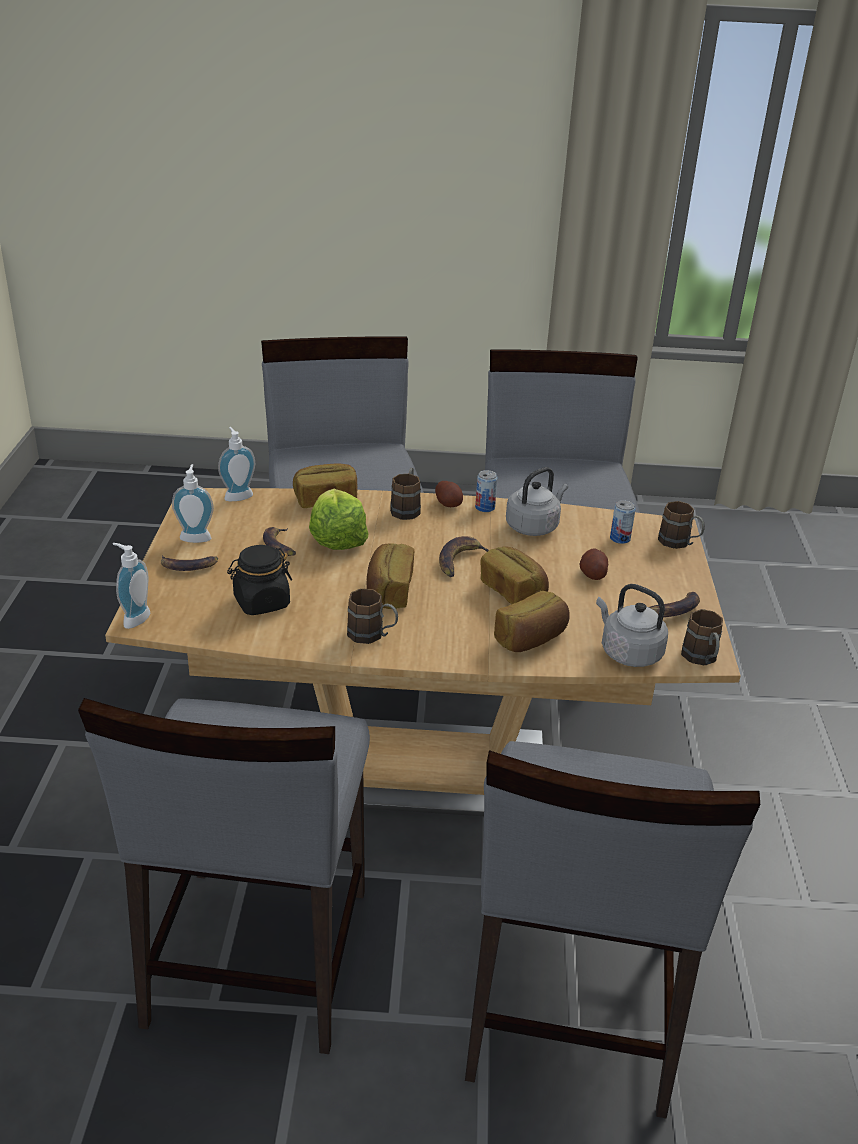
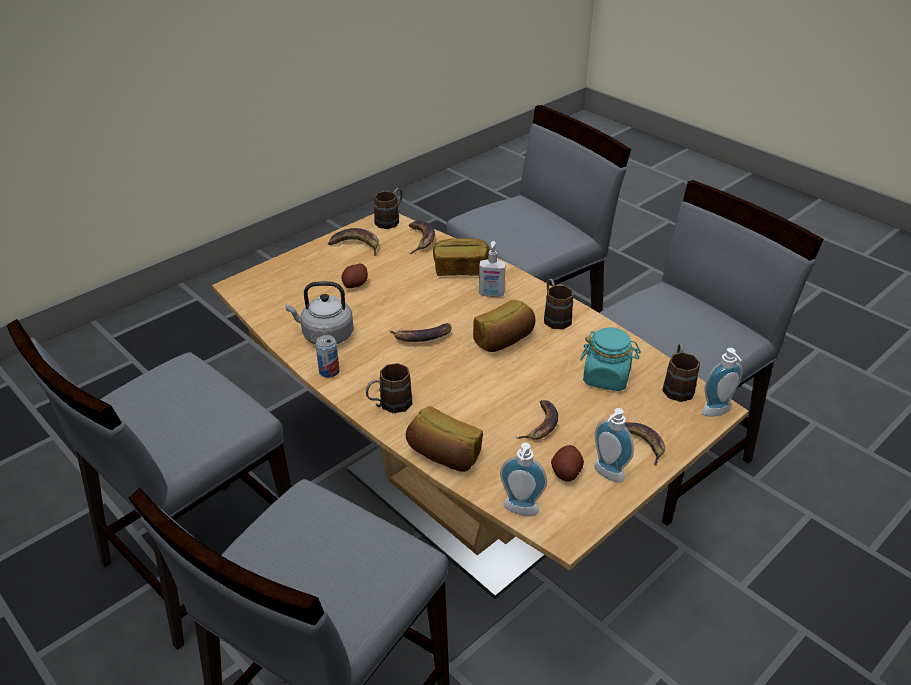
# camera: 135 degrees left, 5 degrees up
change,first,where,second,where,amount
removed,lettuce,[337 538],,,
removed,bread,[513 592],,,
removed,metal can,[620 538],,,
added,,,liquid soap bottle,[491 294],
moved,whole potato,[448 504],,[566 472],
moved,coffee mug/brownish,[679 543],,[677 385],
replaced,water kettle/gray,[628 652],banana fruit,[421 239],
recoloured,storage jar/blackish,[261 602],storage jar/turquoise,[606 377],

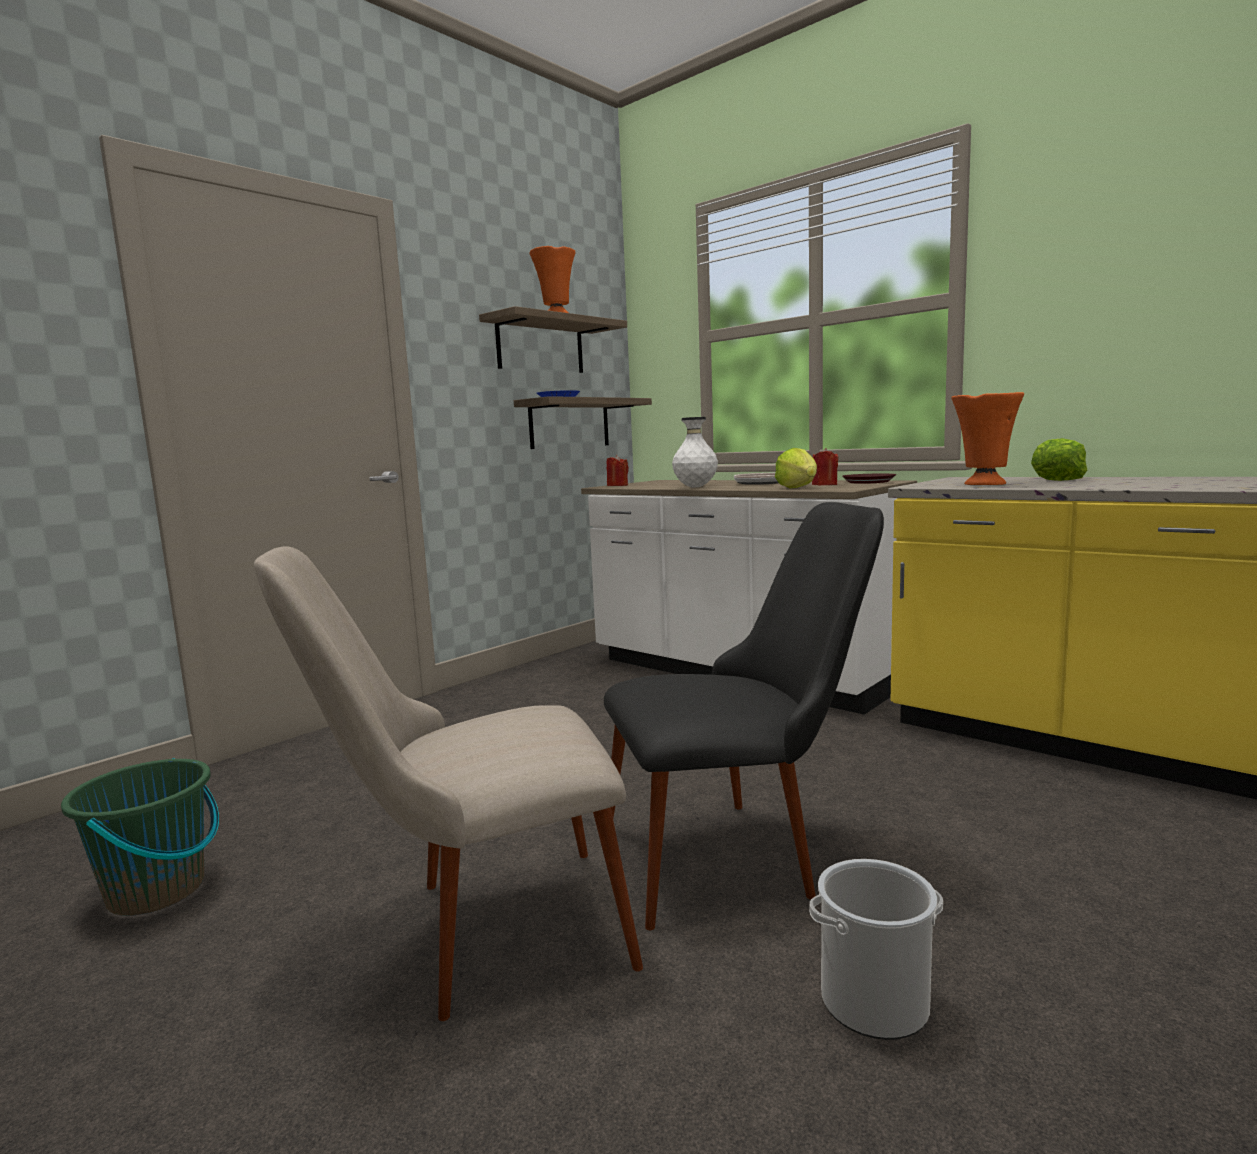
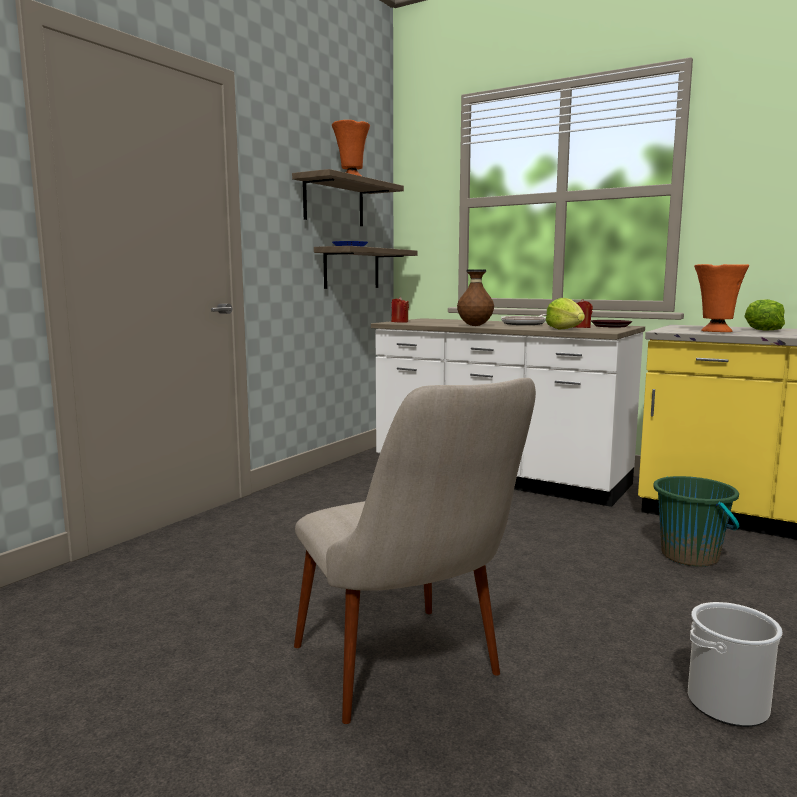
# camera: 10 degrees left, 0 degrees up
change,first,where,second,where,amount
removed,upright chair/blackish,[738 852],,,
moved,pail/greenish,[157 891],,[690 556],
recoloured,vase/white-coloured,[695 487],vase/brownish,[475 326],
turned,upright chair/beige-coloured,[478 934],,[410 678],90 degrees counterclockwise

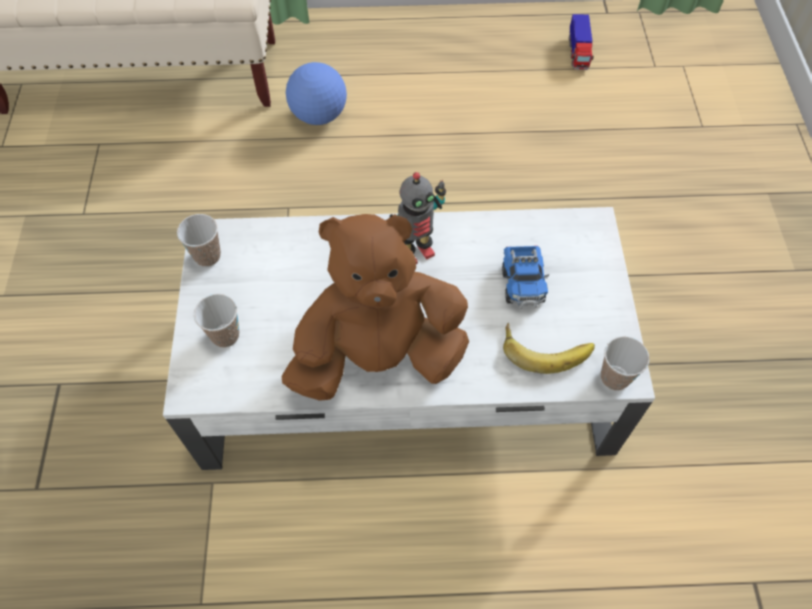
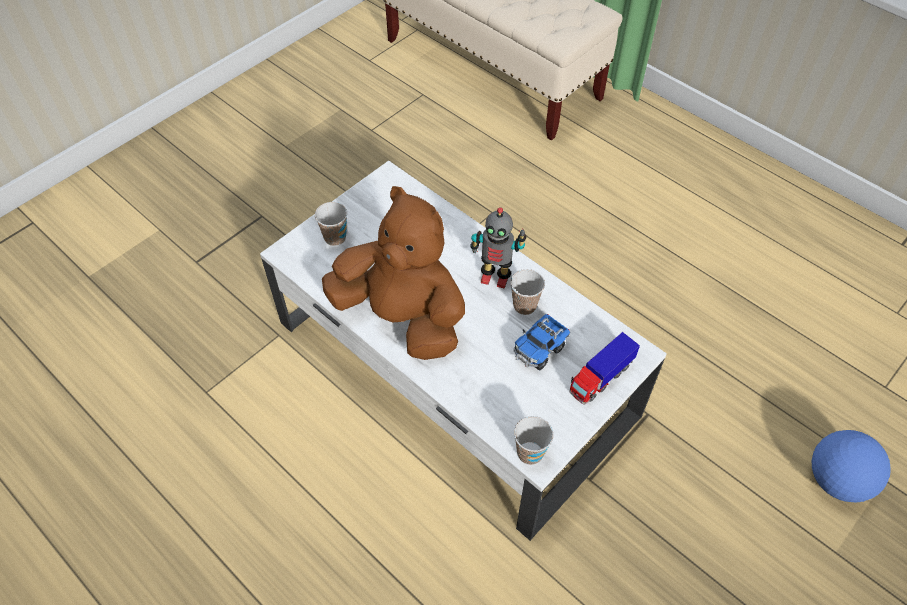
# camera: 45 degrees right, 5 degrees down
change,first,where,second,where,amount
removed,banana fruit,[546 347],,,
moved,cup,[207 256],,[524 306],
moved,football ball,[319 115],,[836 480],
moved,toy lorry,[578 53],,[600 378],

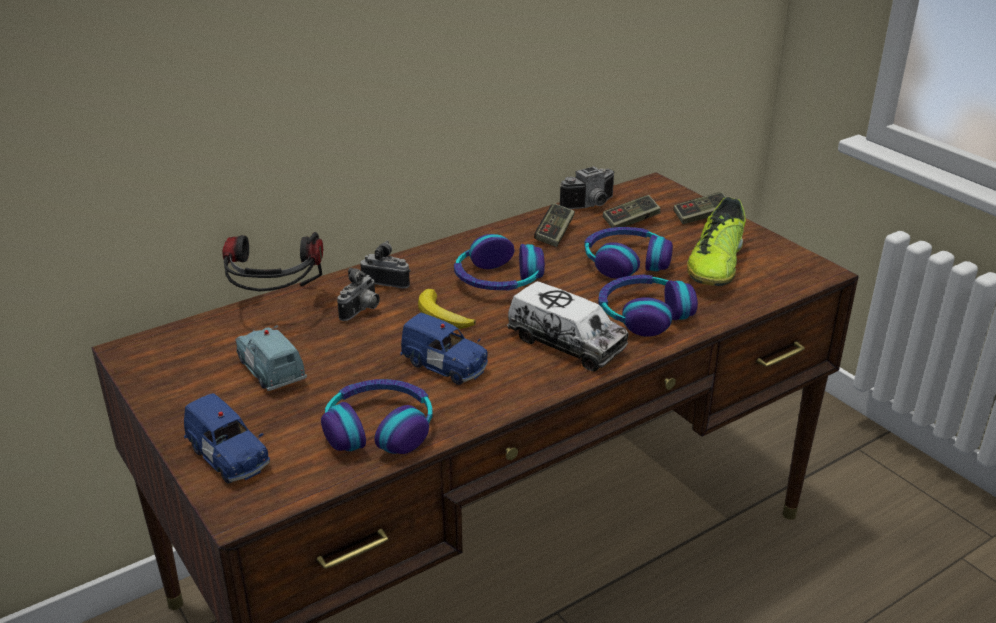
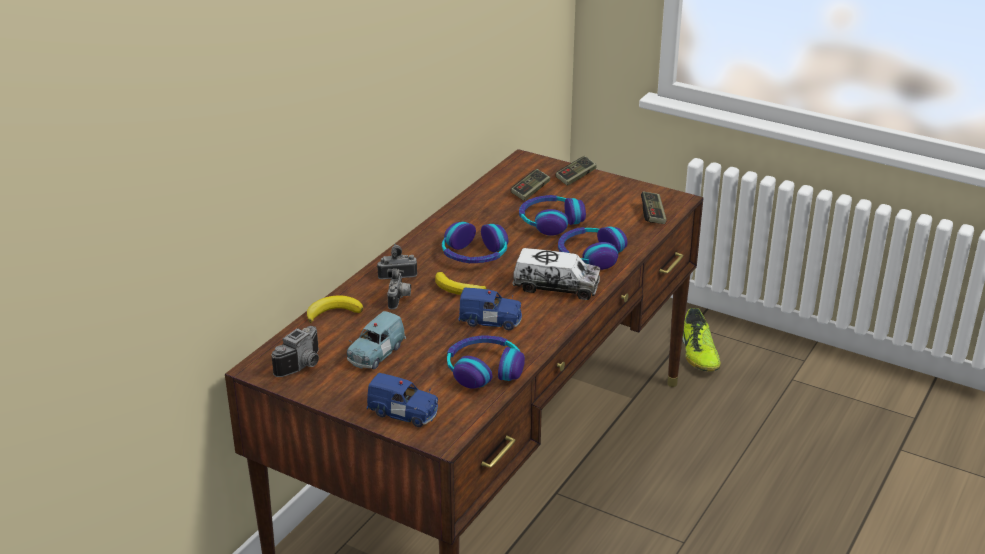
# camera: 25 degrees left, 0 degrees up
change,first,where,second,where,amount
moved,joypad,[554 234],,[653 214],
moved,still camera,[592 205],,[303 366],
moved,item of footwear,[715 265],,[698 354],
replaced,headset,[275 307],banana fruit,[333 312],
turned,model car/blue,[271 370],,[375 354],90 degrees counterclockwise

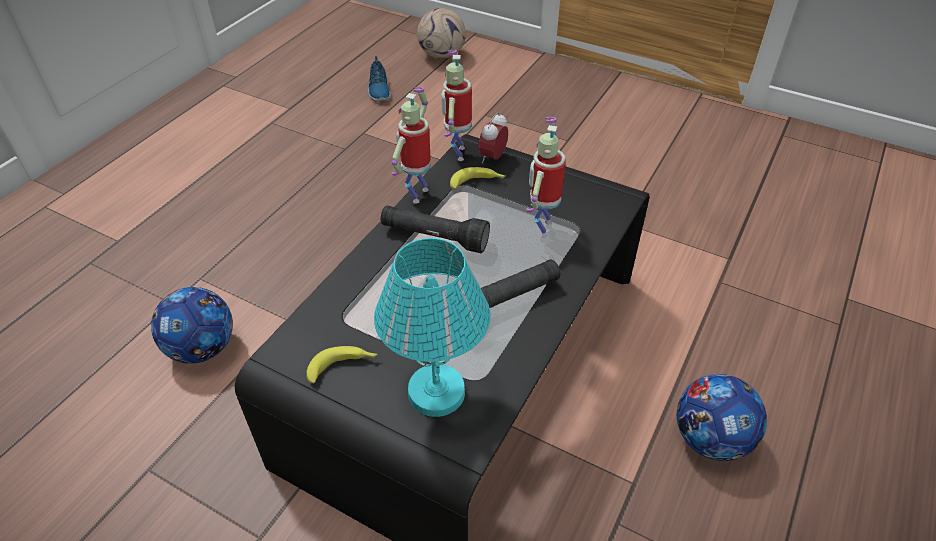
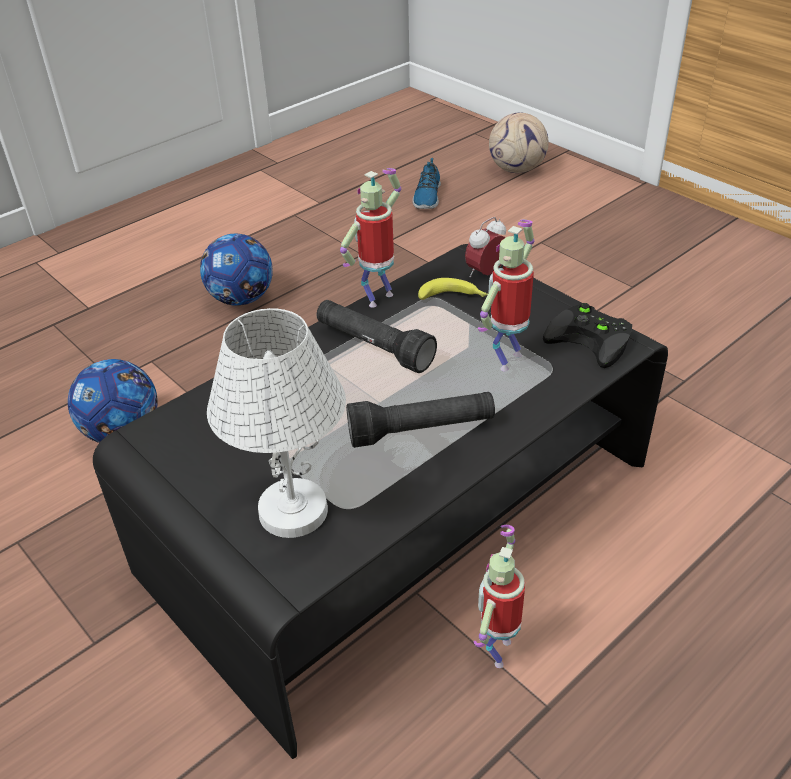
# camera: 20 degrees right, 5 degrees down
change,first,where,second,where,amount
removed,banana fruit,[343 367],,,
added,,,joypad/blackish,[593 339],
moved,toy robot,[457 153],,[497 650],
moved,football ball,[710 439],,[241 299],
recoloured,tabletop lamp/turquoise,[437 392],tabletop lamp/white-coloured,[294 511],

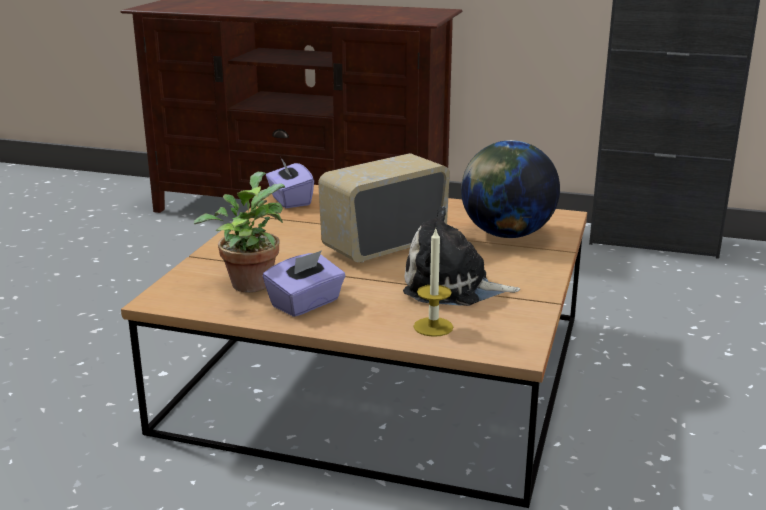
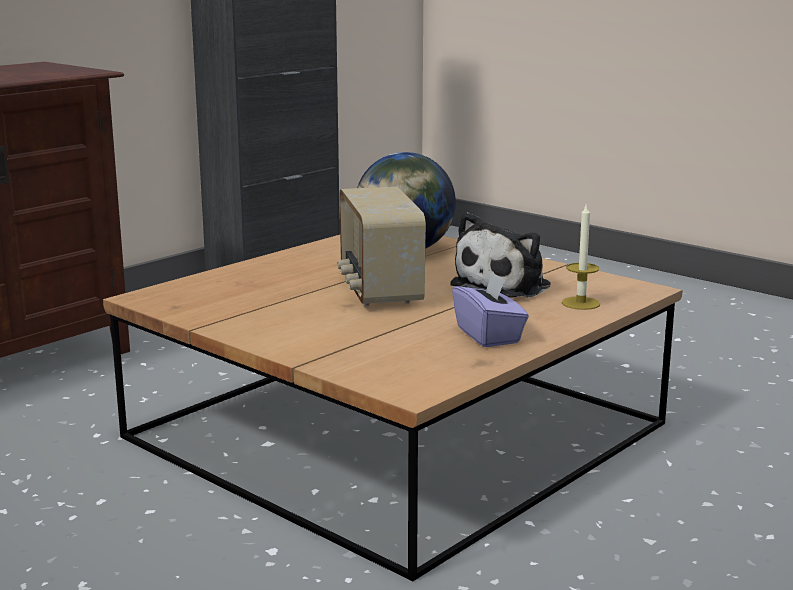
# camera: 65 degrees left, 5 degrees down
change,first,where,second,where,amount
removed,houseplant,[250 282],,,
removed,tissue box/purple,[290 200],,,

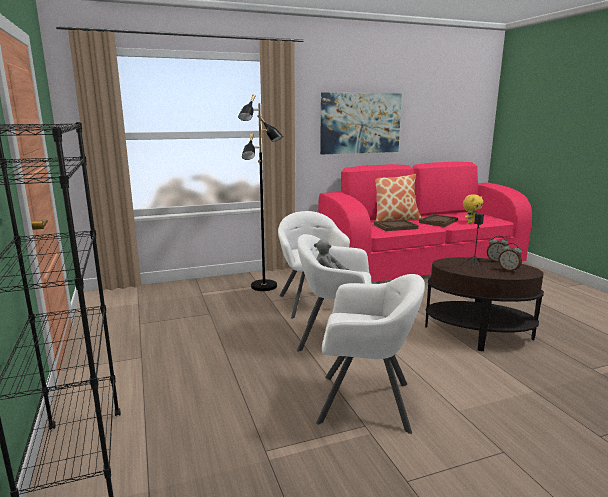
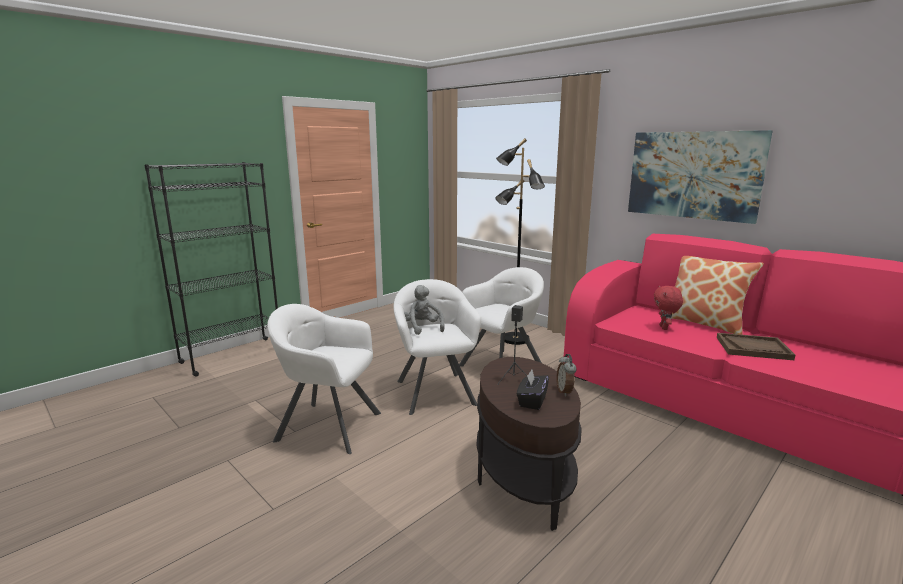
# camera: 65 degrees right, 0 degrees up
change,first,where,second,where,amount
removed,cuddly toy/yellow-coloured,[470 222],,,
replaced,carrying tray/brownish,[395 226],cuddly toy/reddish,[664 328],
replaced,alarm clock,[509 270],tissue box/blackish,[532 401],
turned,lounge chair/white-coloured,[365 402],,[328 426],120 degrees clockwise

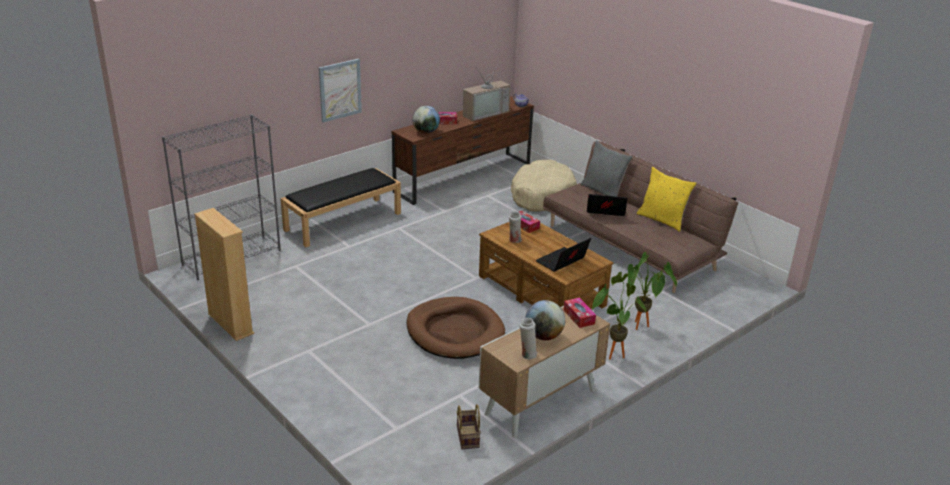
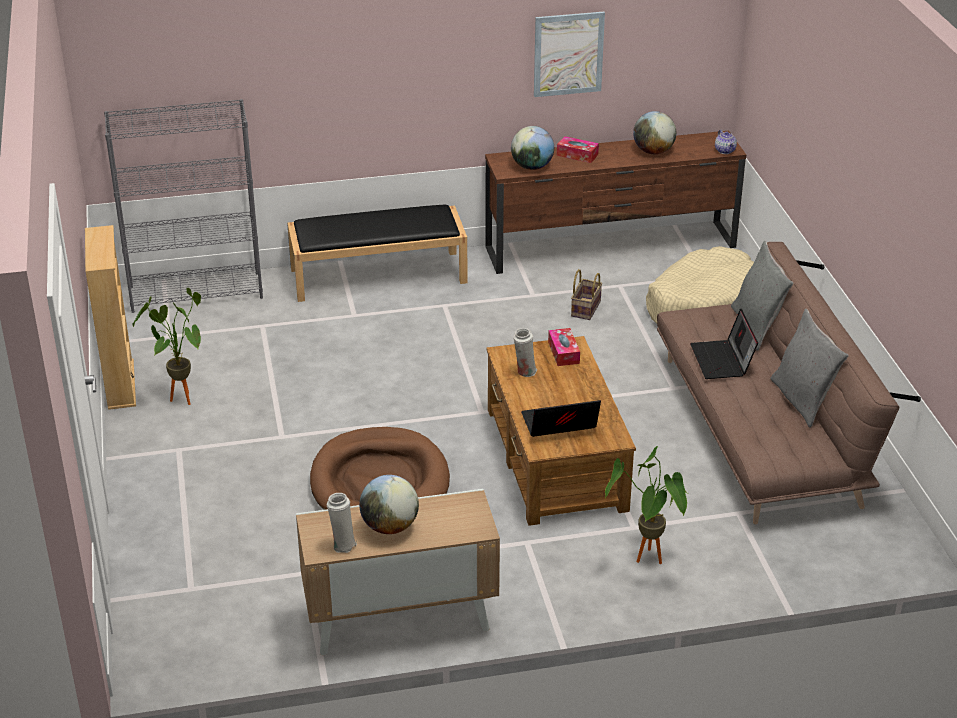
# camera: 30 degrees right, 5 degrees up
change,first,where,second,where,amount
removed,tissue box,[579 317],,,
moved,picture,[340 90],,[568 54],
moved,basket,[467 436],,[585 308],
moved,houseplant,[611 354],,[180 396],
replaced,television,[484 112],desk globe,[653 151],
recoloured,pillow/yellow-coloured,[662 220],pillow/gray,[803 400],
turned,portable computer,[605 211],,[722 361],135 degrees counterclockwise

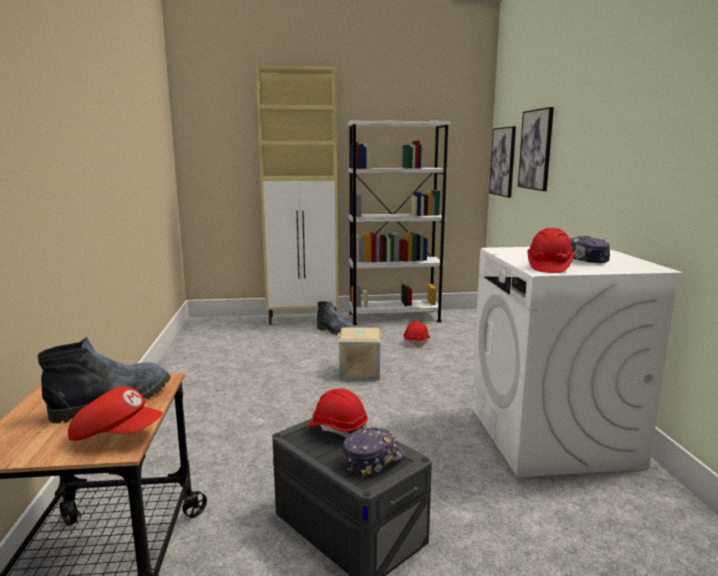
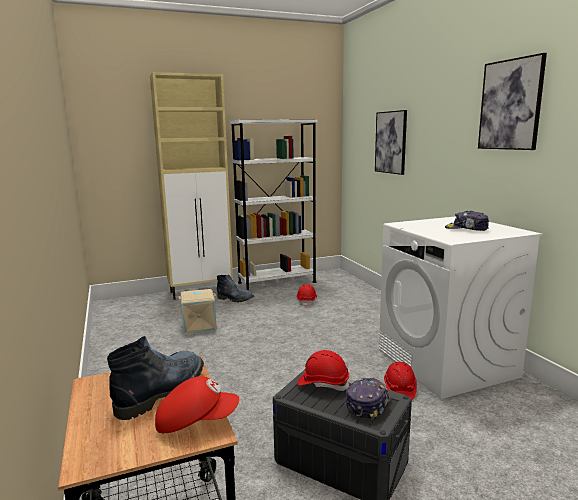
# camera: 15 degrees left, 0 degrees up
change,first,where,second,where,amount
moved,storage box/beige-coloured,[360 371],,[199 325],
moved,picture,[503 161],,[510 105],
moved,hard hat/reddish,[548 267],,[399 390],

